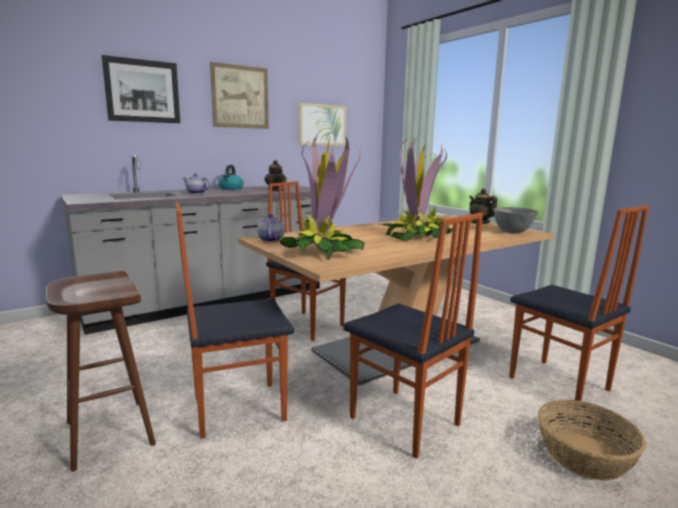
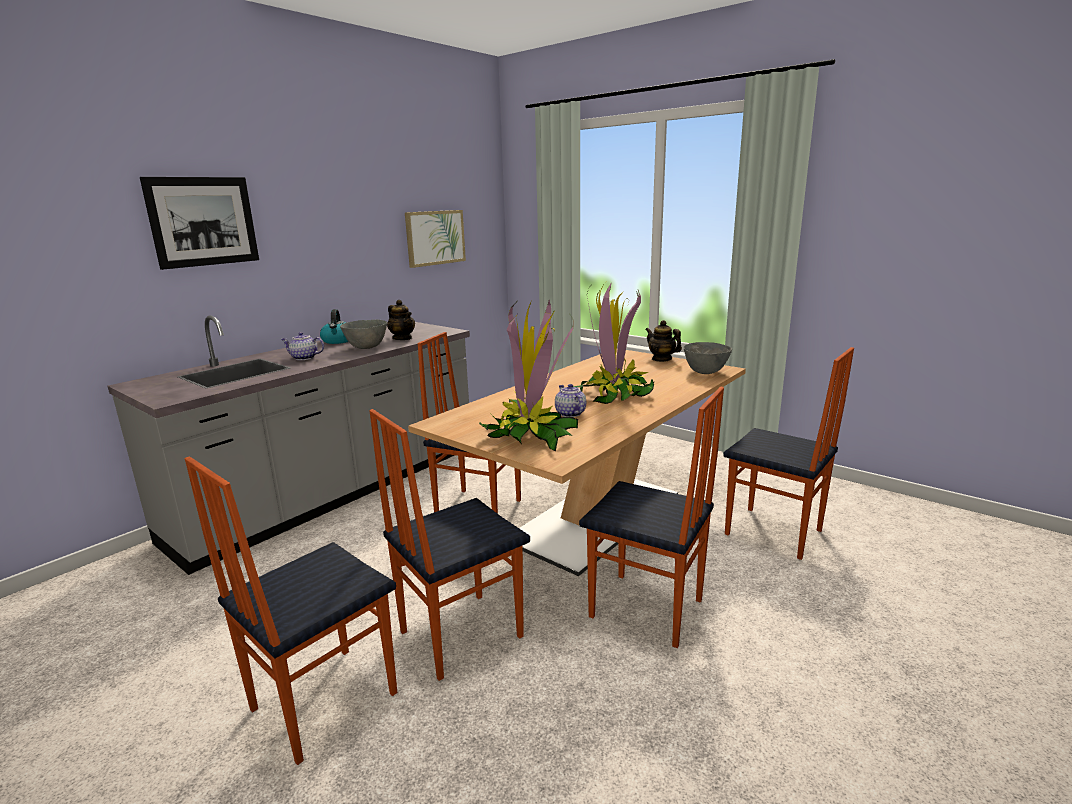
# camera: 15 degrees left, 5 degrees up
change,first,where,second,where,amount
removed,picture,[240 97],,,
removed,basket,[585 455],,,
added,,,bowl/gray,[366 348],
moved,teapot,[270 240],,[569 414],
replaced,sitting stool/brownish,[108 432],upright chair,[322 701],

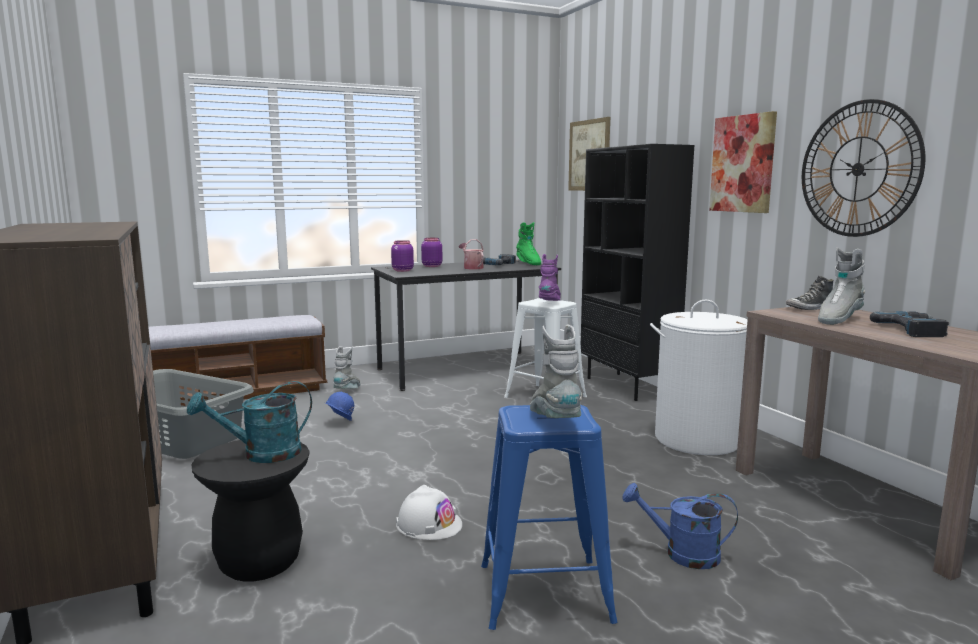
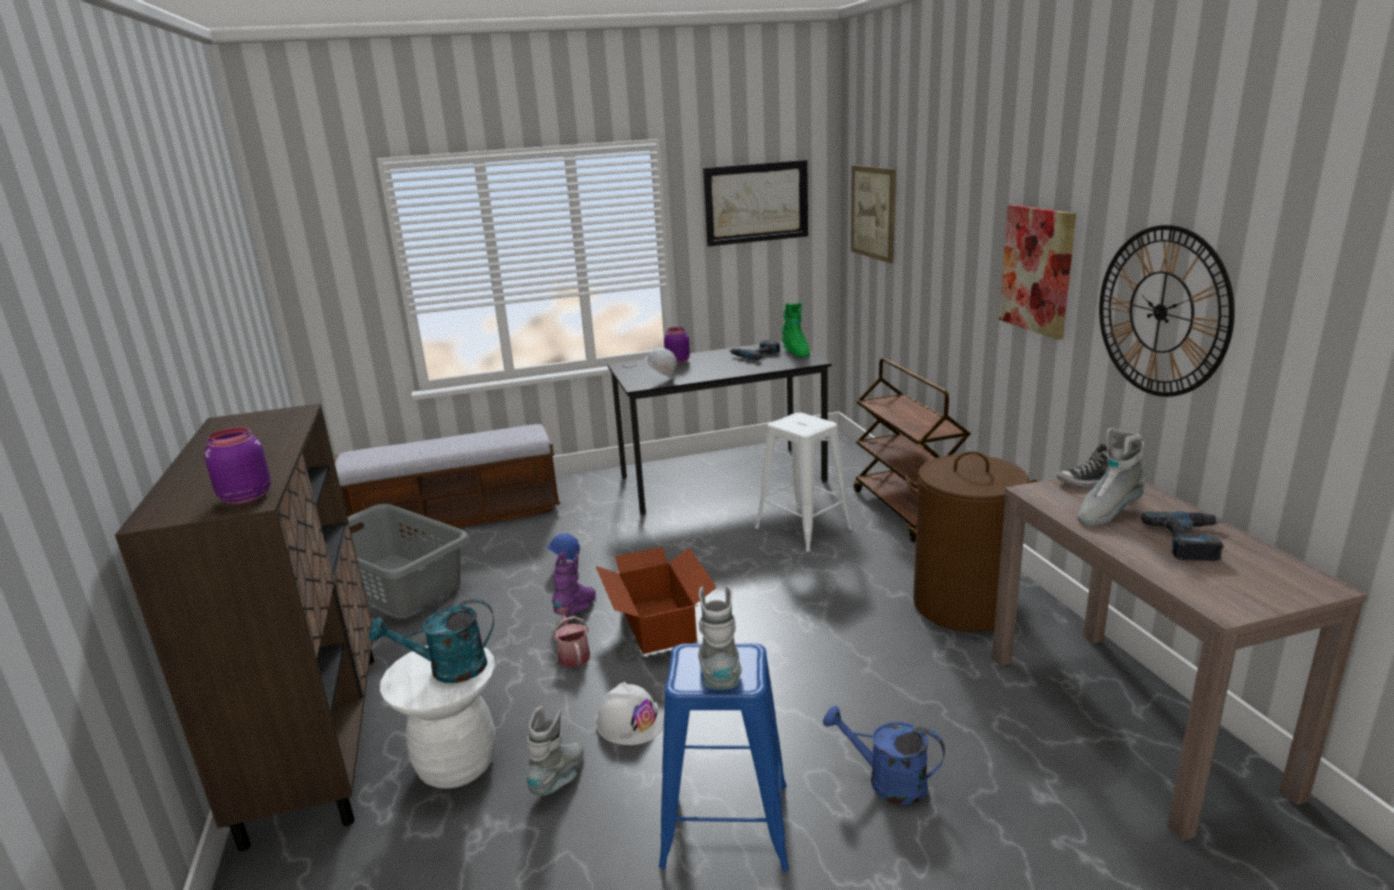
# camera: 10 degrees right, 10 degrees up
change,first,where,second,where,amount
added,,,packing box,[659 623],
added,,,hard hat/white-coloured,[662 380],
added,,,picture,[756 202],
moved,boot/gray,[348 391],,[560 779],
moved,storage jar/purple,[402 270],,[245 497],
moved,watering pot,[472 267],,[573 654],
moved,boot/purple,[550 303],,[577 610],
replaced,bookcase/blackish,[628 386],cart/brownish,[907 511],
recoloured,sitting stool/blackish,[259 562],sitting stool/white-coloured,[456 764],
recoloured,hamper/white-coloured,[697 439],hamper/brownish,[963 604],

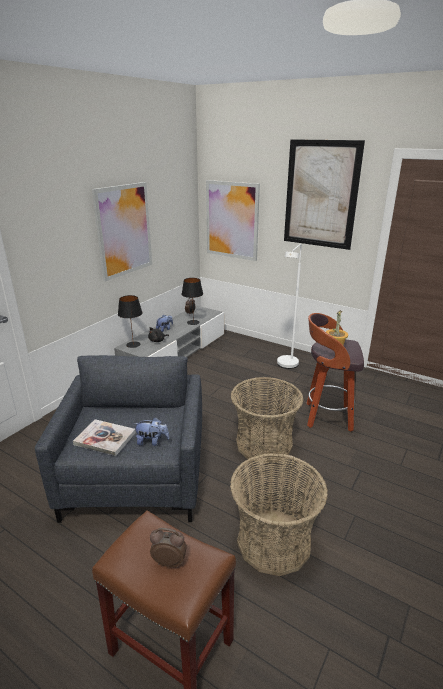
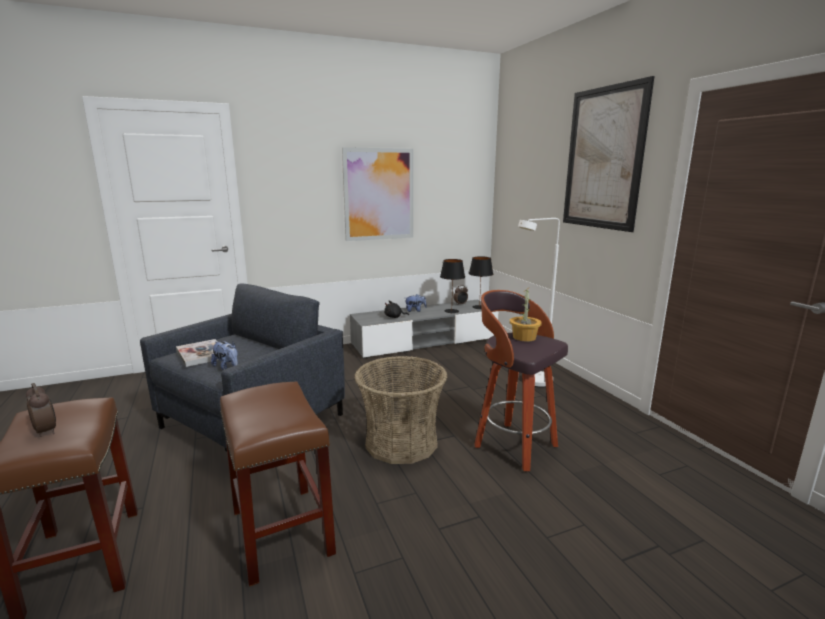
# camera: 35 degrees right, 10 degrees down
change,first,where,second,where,amount
removed,picture,[232 220],,,
moved,tabletop lamp/blackish,[133 344],,[479 307],
replaced,basket,[273 542],sitting stool/brownish,[280 531],

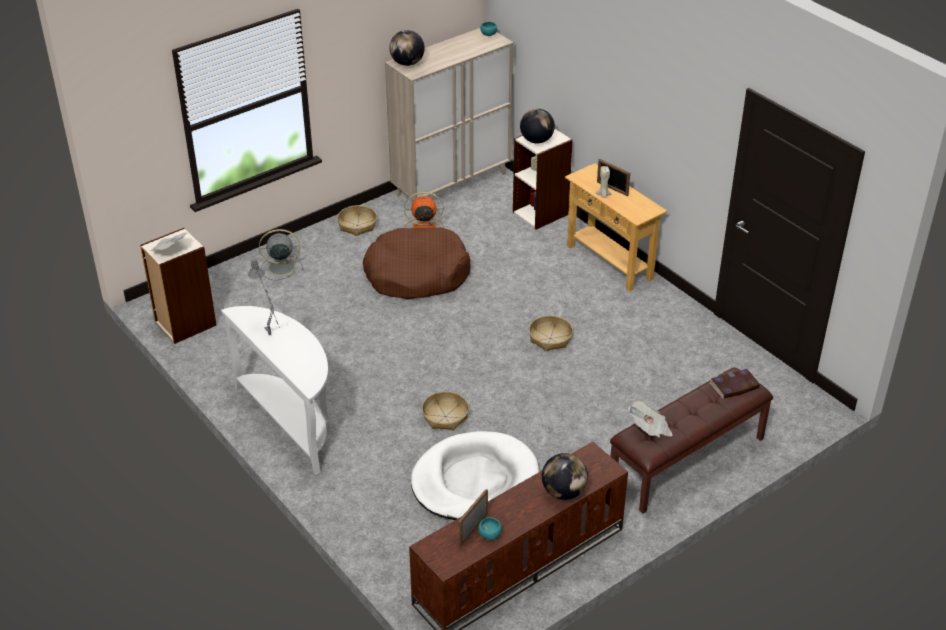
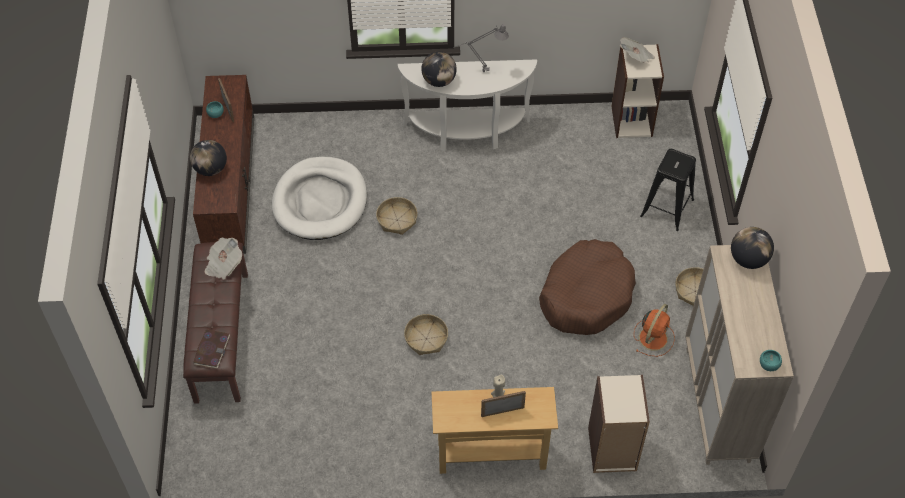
# camera: 125 degrees right, 15 degrees up
change,first,where,second,where,amount
moved,desk globe,[536 140],,[439 81],
replaced,electric fan/gray,[280 267],sitting stool/blackish,[667 208],

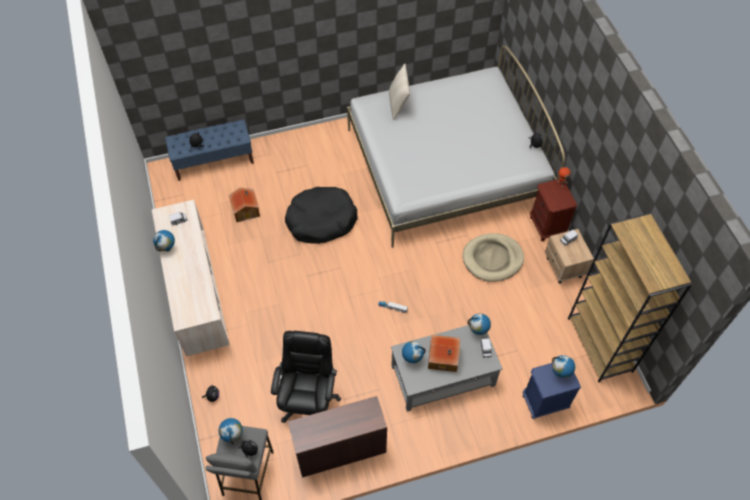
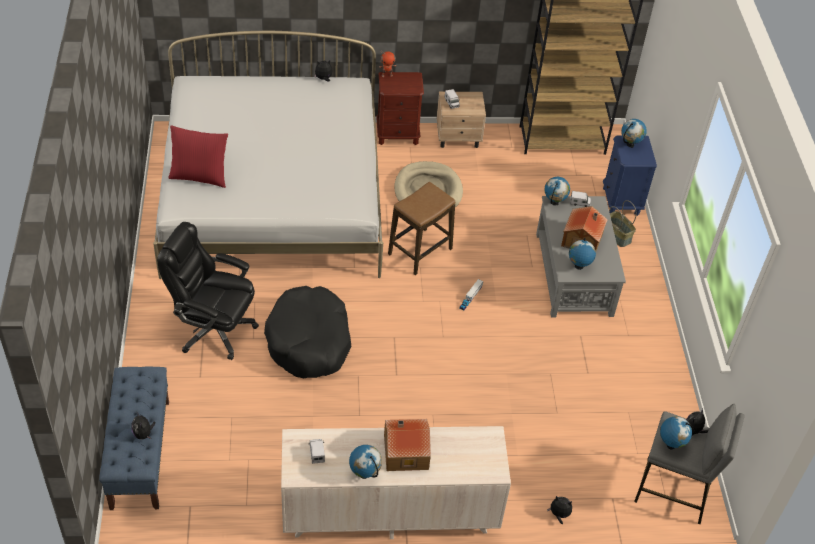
# camera: 80 degrees left, 10 degrees down
change,first,where,second,where,amount
removed,desk table/brownish,[339 449],,,
added,,,sitting stool,[420 251],
added,,,basket,[617 235],
moved,toy house,[246 209],,[405 451],
moved,desk chair/blackish,[308 399],,[214 329],
recoloured,pillow/beige-coloured,[398 104],pillow/reddish,[199 176],

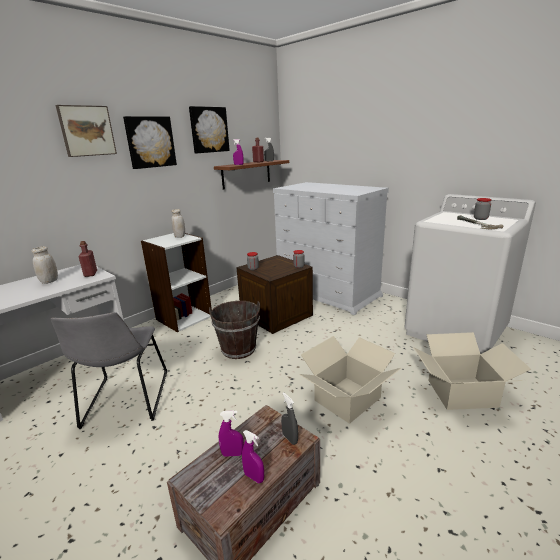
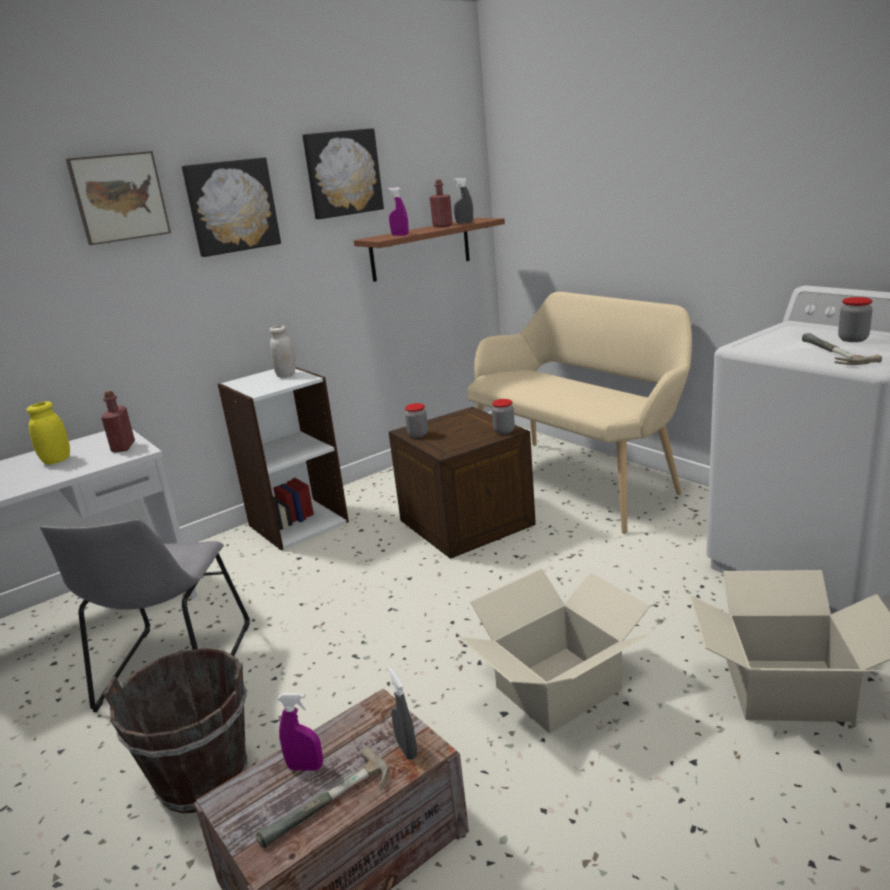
# camera: 10 degrees right, 0 degrees up
change,first,where,second,where,amount
moved,pail/brownish,[238 349],,[203 777],
replaced,sprayer/purple,[254 477],hammer,[330 807],
replaced,dresser/white-coloured,[328 292],long seat/beige-coloured,[577 479],
recoloured,storage jar/white-coloured,[49 281],storage jar/yellow-coloured,[56 460],

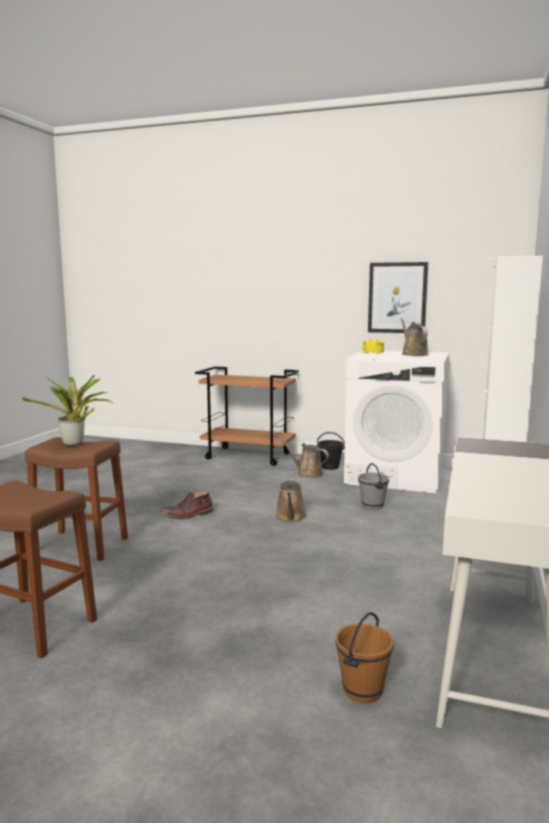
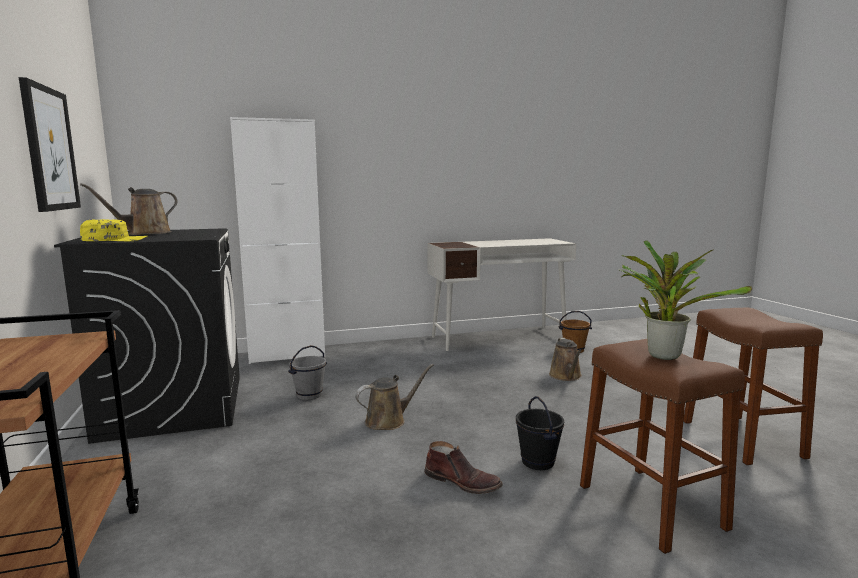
# camera: 125 degrees left, 0 degrees up
change,first,where,second,where,amount
moved,watering pot/brownish,[307 473],,[566 376],
moved,pail/blackish,[330 467],,[537 462],
recoloured,laundry machine/white-coloured,[396 476],laundry machine/blackish,[174 406],

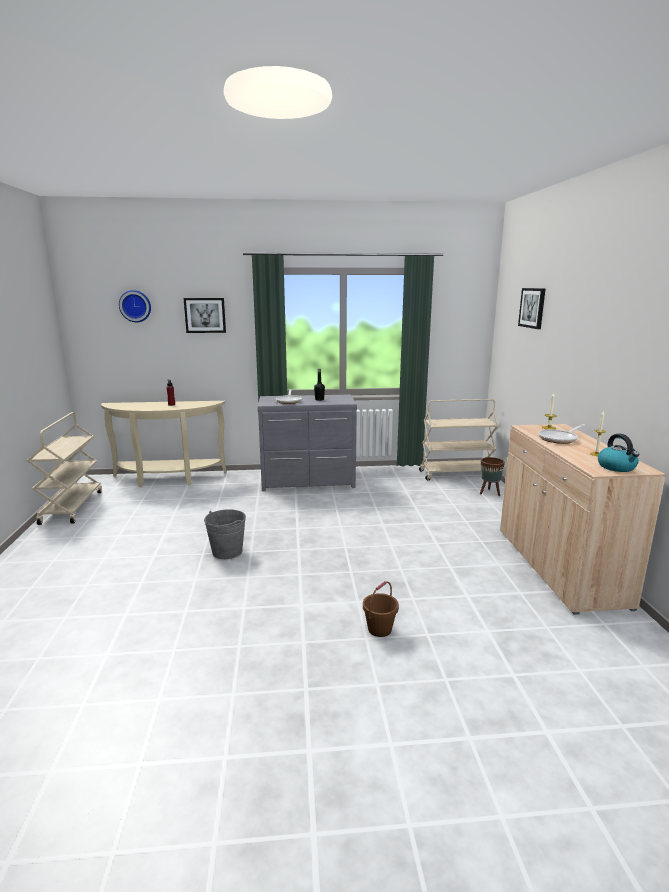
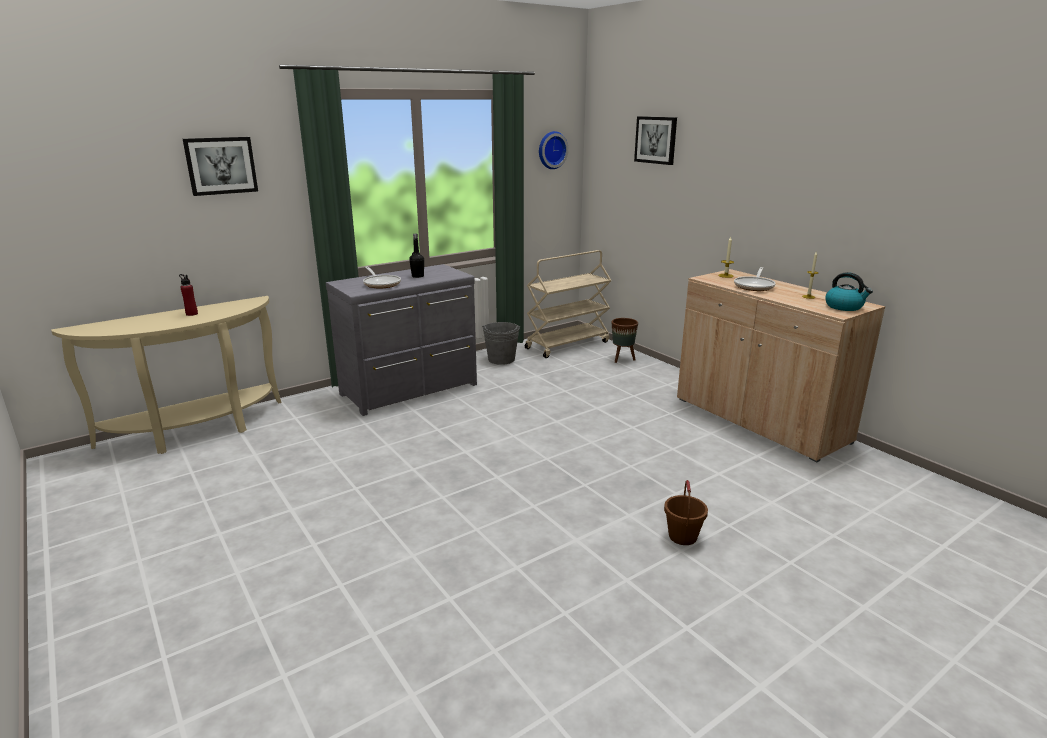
# camera: 30 degrees left, 5 degrees up
change,first,where,second,where,amount
removed,cart/beige-coloured,[71 507],,,
moved,clock on the wall,[135 306],,[551 150],
moved,pail/gray,[227 552],,[501 359],

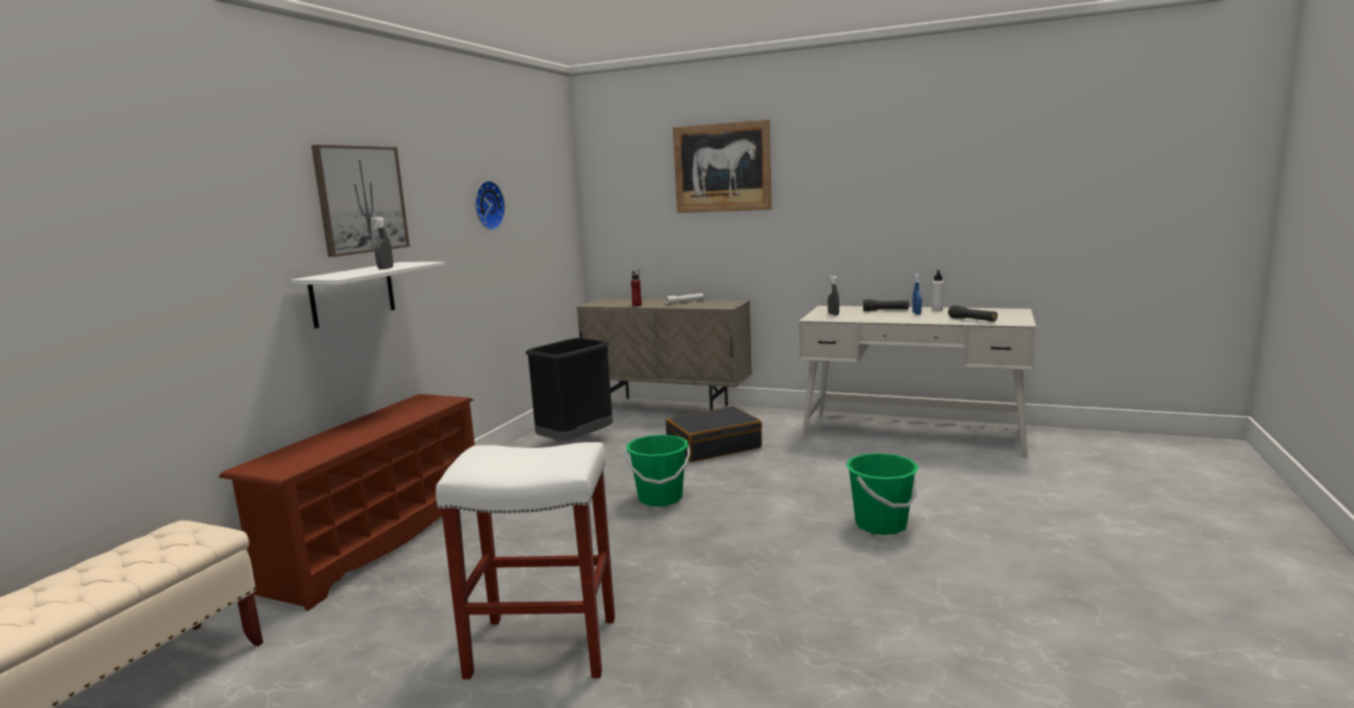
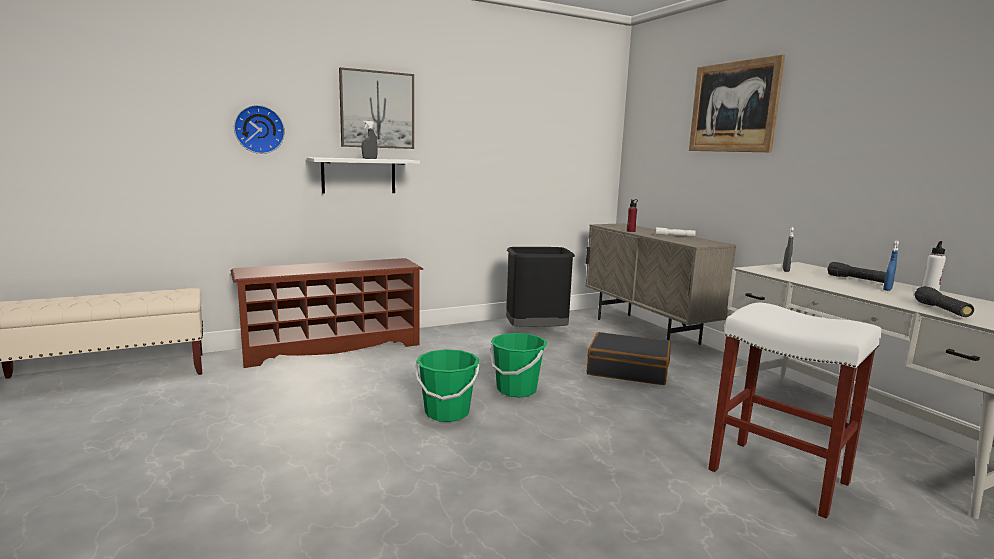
# camera: 40 degrees right, 0 degrees up
change,first,where,second,where,amount
moved,sitting stool/white-coloured,[540 647],,[776 476],
moved,clock on the wall,[486 205],,[259 129],
moved,pail/greenish,[881 525],,[447 413],

